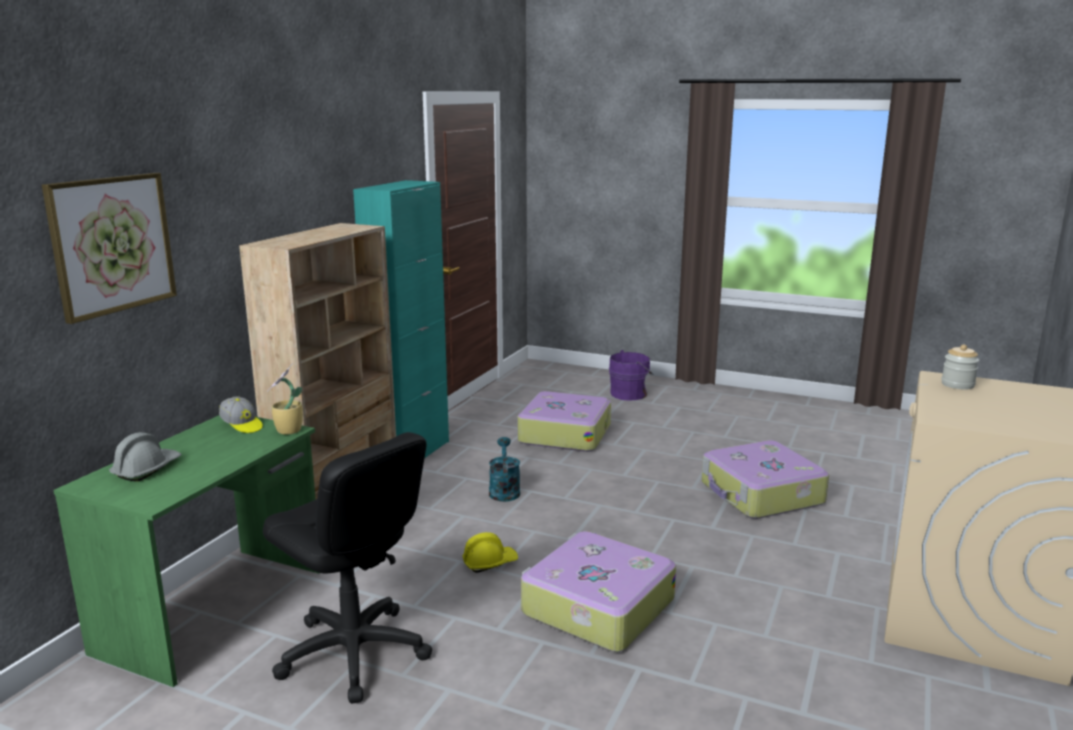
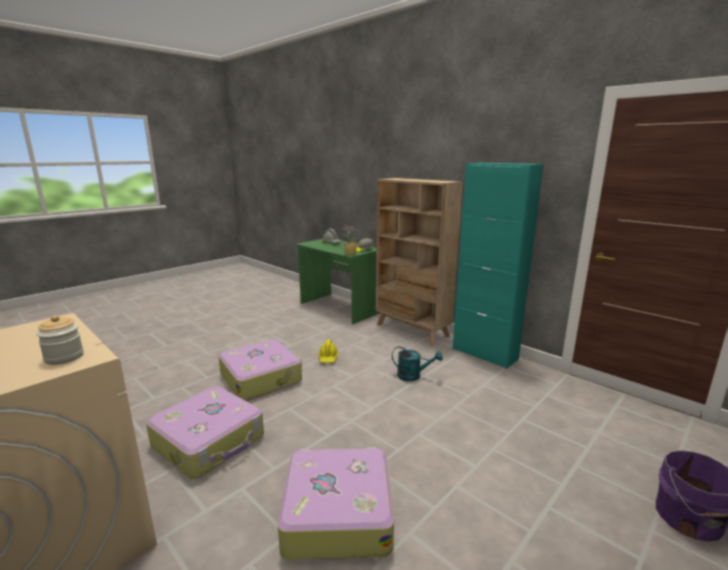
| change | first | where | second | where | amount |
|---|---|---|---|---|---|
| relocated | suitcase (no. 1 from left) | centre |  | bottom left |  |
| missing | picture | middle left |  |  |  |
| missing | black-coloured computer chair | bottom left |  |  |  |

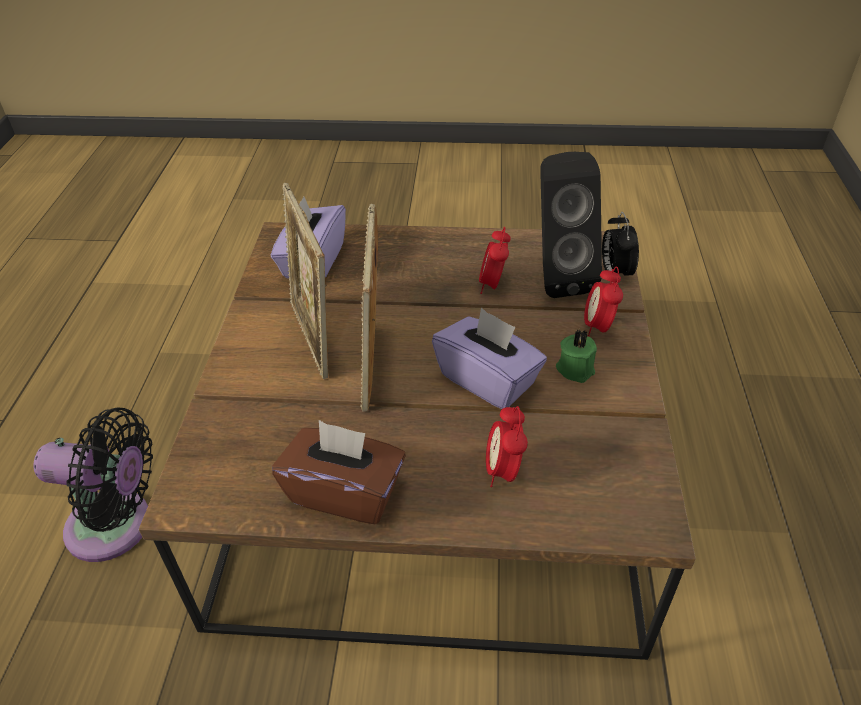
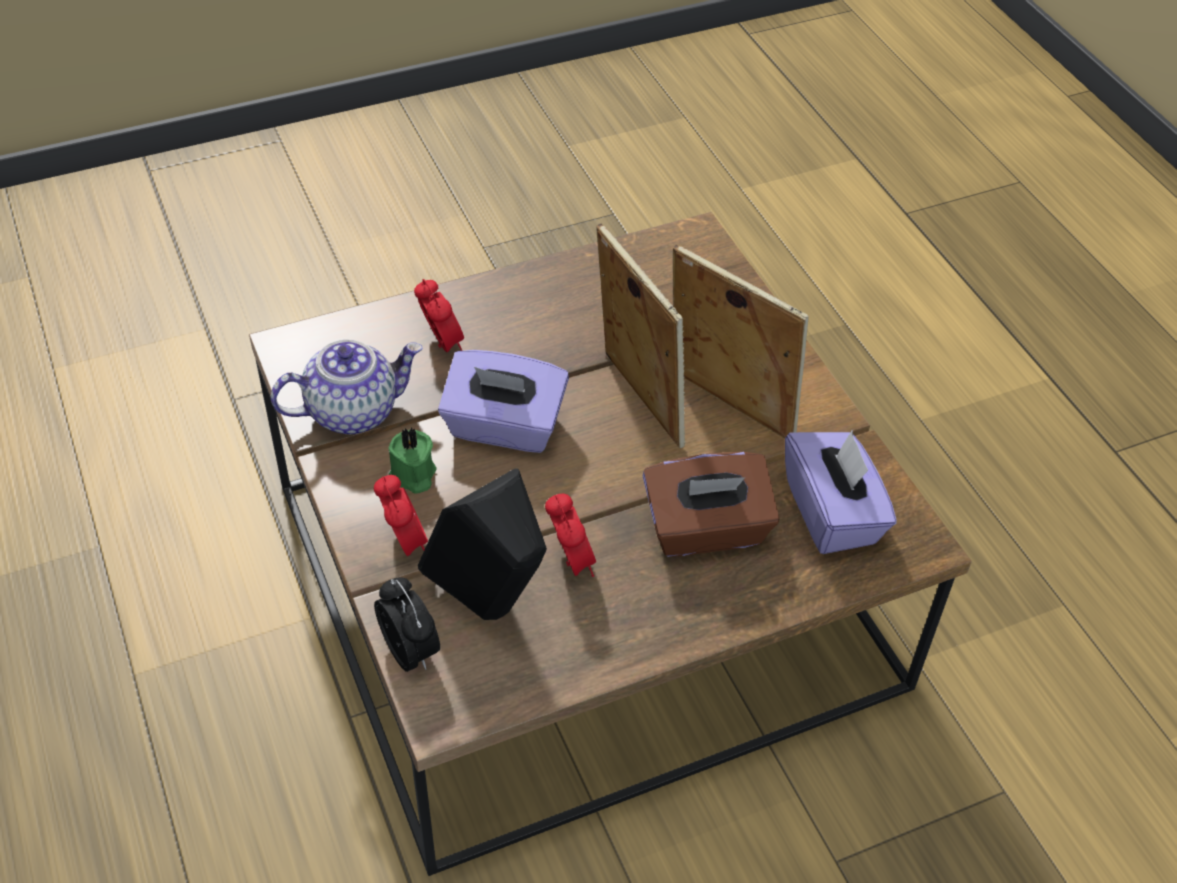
| change | first | where | second | where | amount |
|---|---|---|---|---|---|
| appeared |  |  | tea pot | middle left |  |
| relocated | brown box of tissues | bottom centre |  | centre |  |
| missing | black-coloured fan | bottom left |  |  |  |

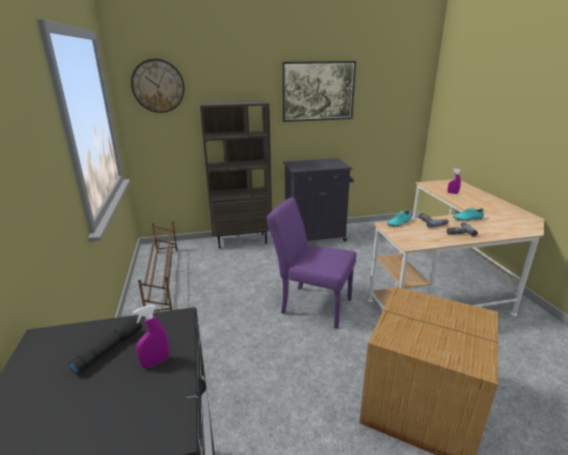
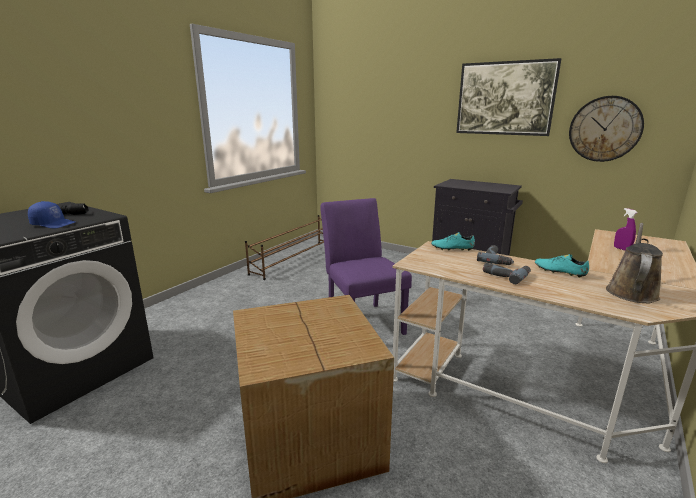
| change | first | where | second | where | amount |
|---|---|---|---|---|---|
| exchanged | purple-coloured sprayer (no. 1 from left) | bottom left | blue-coloured baseball cap | middle left |  |
| relocated | wall clock | top left |  | top right |  |
| appeared |  |  | brown watering pot | middle right |  |
| missing | brown shelving unit | centre |  |  |  |

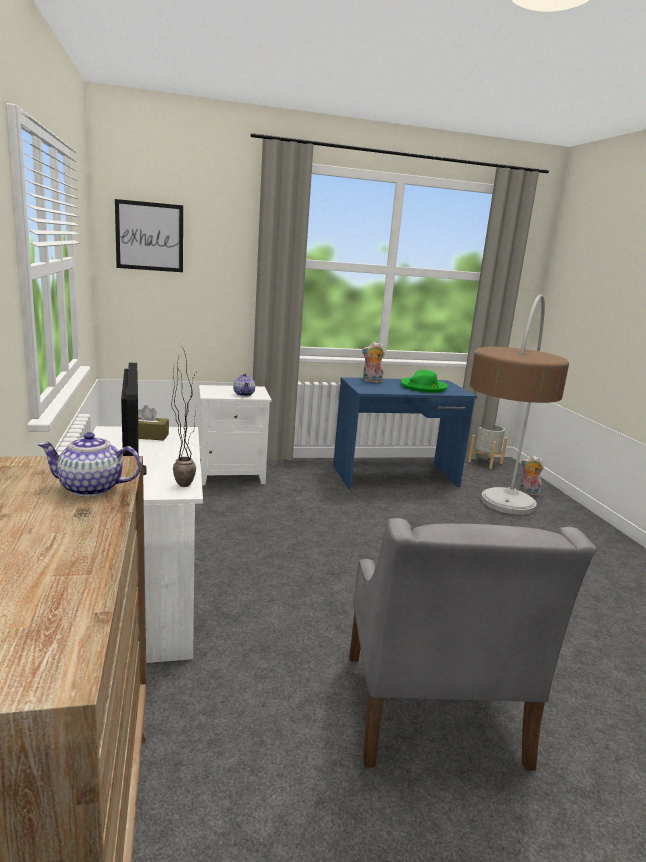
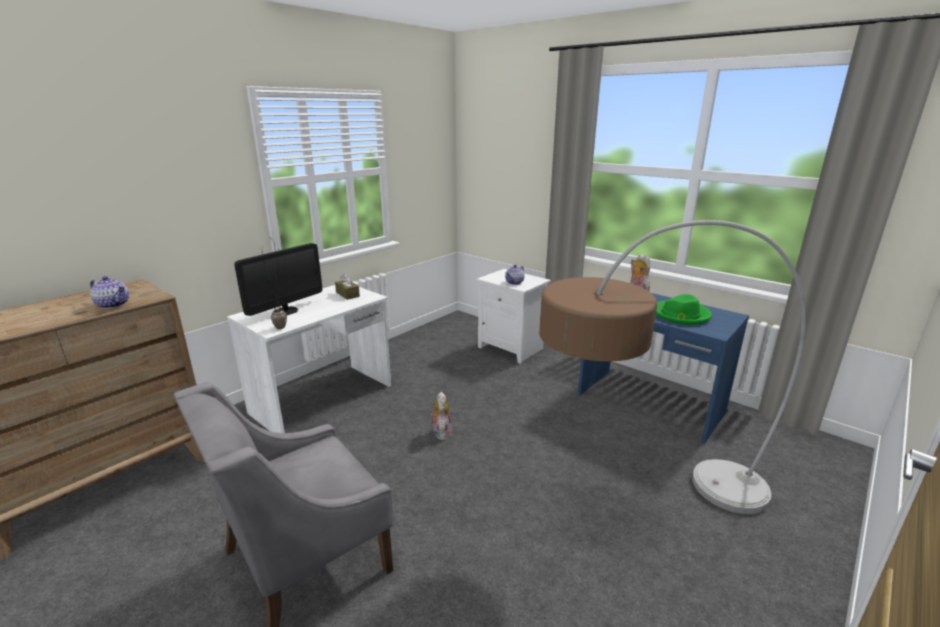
| change | first | where | second | where | amount |
|---|---|---|---|---|---|
| spun | tea pot (no. 1 from left) | middle left |  | middle left | 150 degrees clockwise |
| relocated | plush toy (no. 2 from left in the first image) | middle right | plush toy (no. 1 from left) | centre |  |
| missing | picture | top left |  |  |  |
| missing | gray planter | middle right |  |  |  |

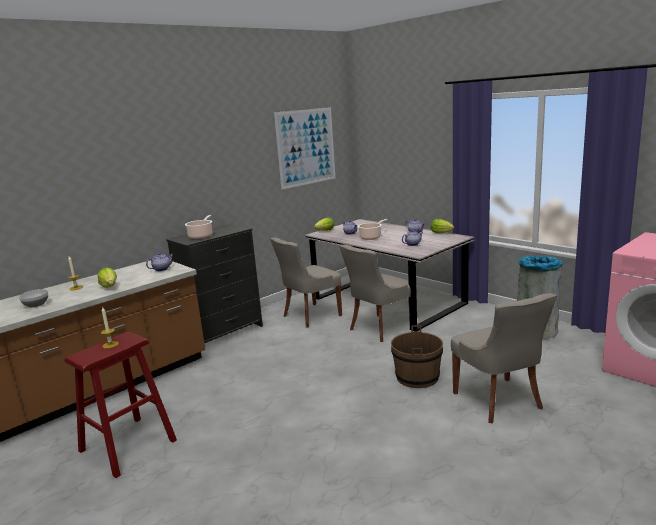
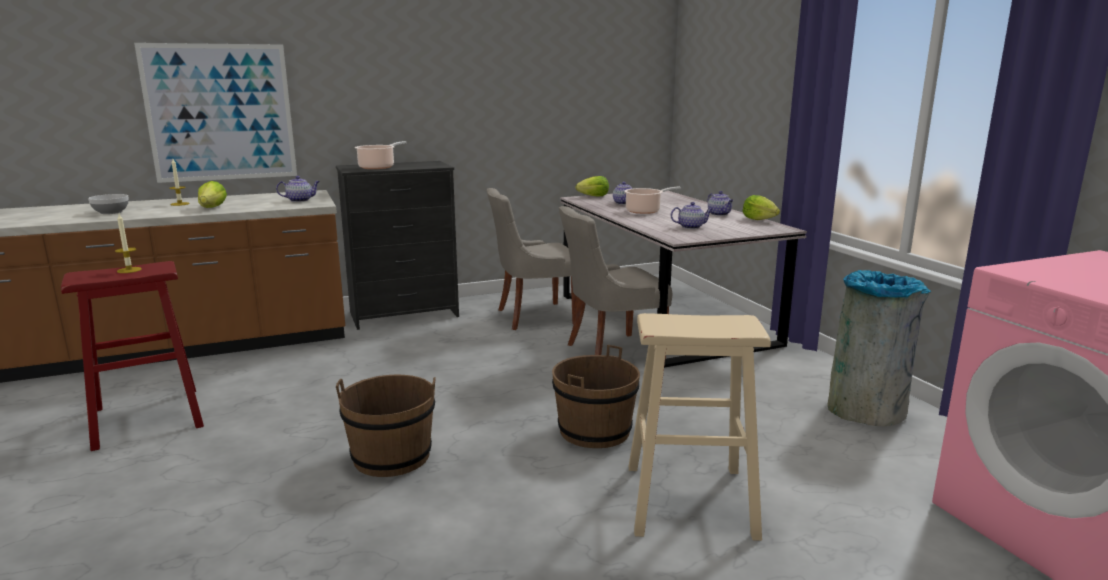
| change | first | where | second | where | amount |
|---|---|---|---|---|---|
| relocated | picture | top centre |  | top left |  |
| appeared |  |  | brown bucket (no. 1 from left) | bottom centre |  |
| exchanged | gray chair (no. 3 from left) | bottom right | sand-coloured sitting stool | bottom centre |  |

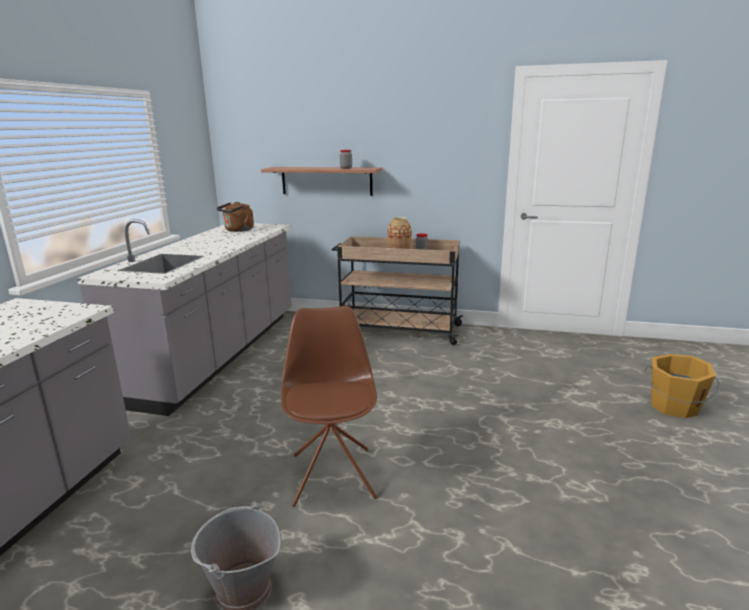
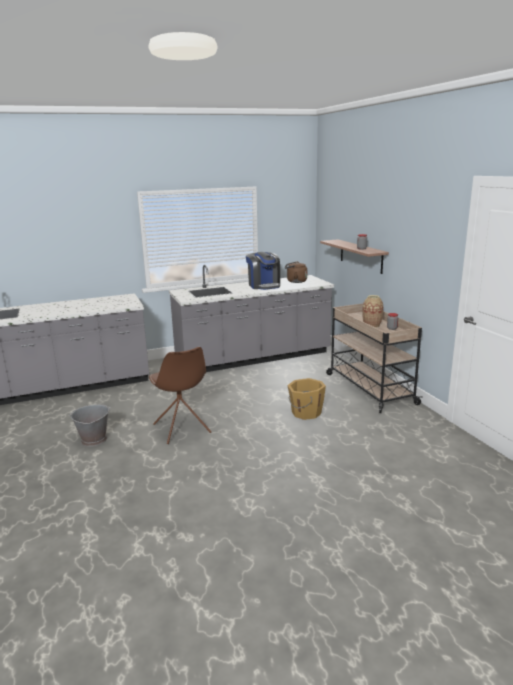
| change | first | where | second | where | amount |
|---|---|---|---|---|---|
| spun | brown chair | centre |  | centre | 105 degrees clockwise |
| appeared |  |  | coffee machine | centre |  |
| relocated | orange bucket | middle right |  | centre |  |

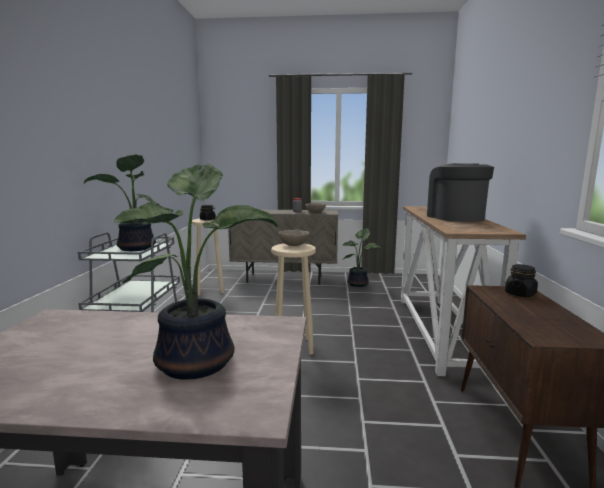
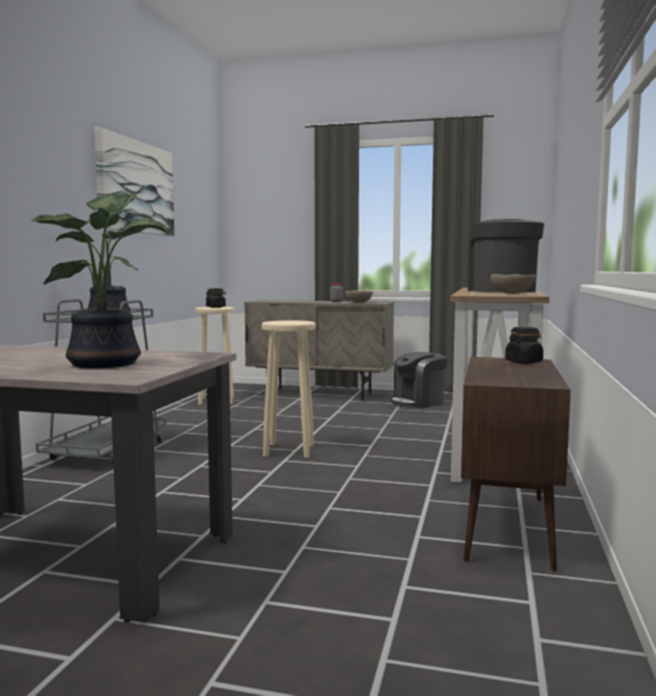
| change | first | where | second | where | amount |
|---|---|---|---|---|---|
| appeared |  |  | picture | top left |  |
| exchanged | potted plant (no. 3 from left) | centre | coffee machine (no. 1 from left) | centre |  |
| relocated | sand-coloured serving bowl (no. 1 from left in the first image) | centre | sand-coloured serving bowl (no. 2 from left) | middle right |  |

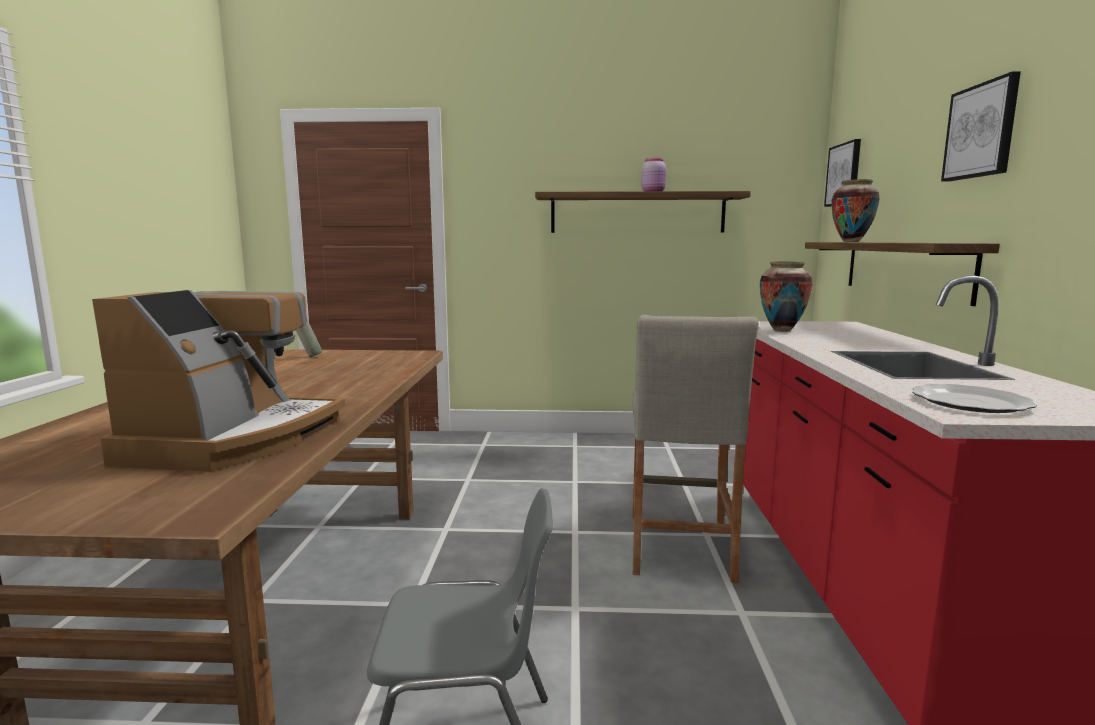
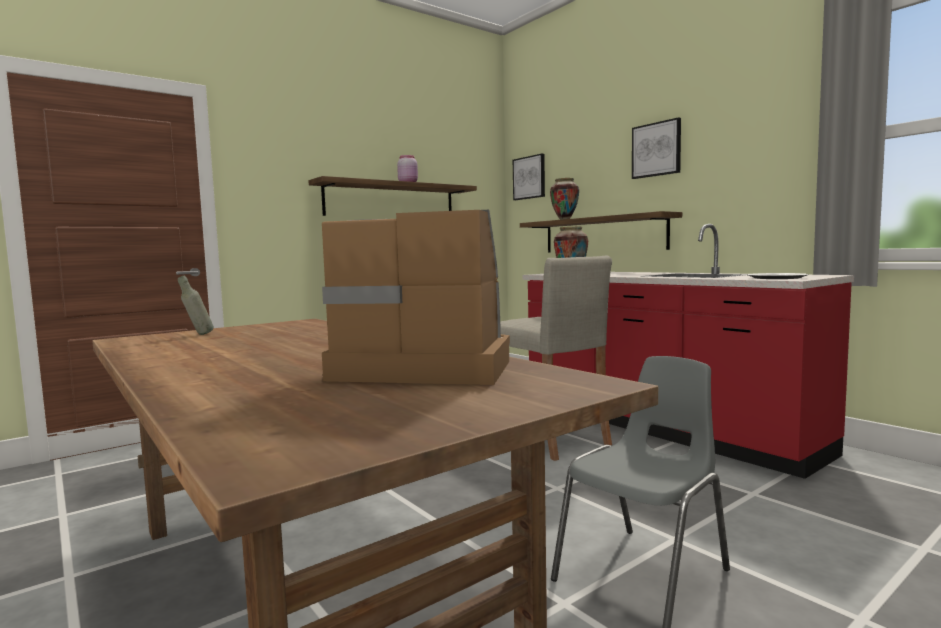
| change | first | where | second | where | amount |
|---|---|---|---|---|---|
| spun | coffee machine | middle left |  | centre | 45 degrees counterclockwise |

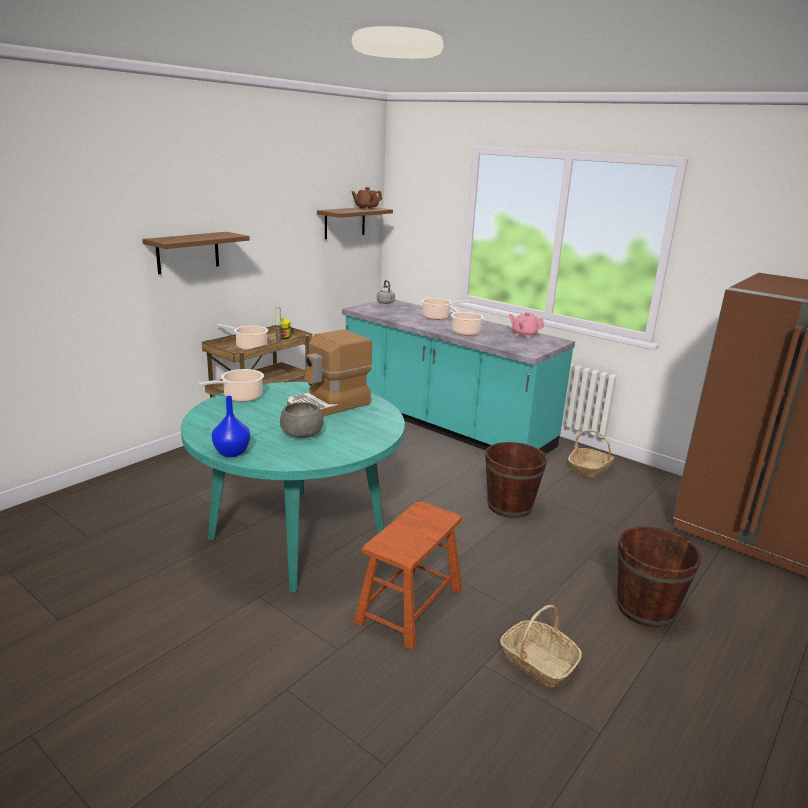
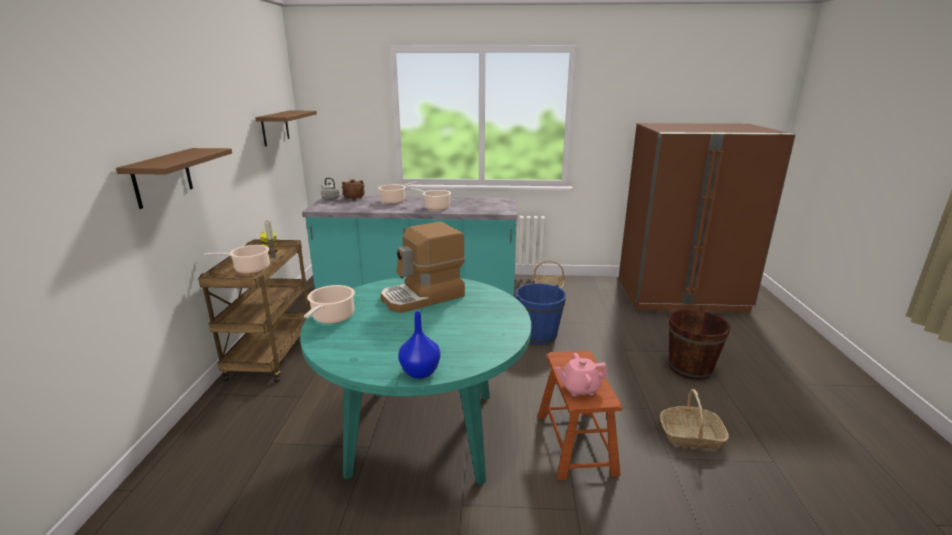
| change | first | where | second | where | amount |
|---|---|---|---|---|---|
| relocated | brown tea pot | top centre |  | centre |  |
| spun | coffee machine | centre |  | centre | 45 degrees clockwise |
| colour | brown bucket (no. 1 from left) | centre | blue-coloured bucket | centre |  |
| relocated | pink tea pot | centre |  | bottom centre |  |
| missing | gray serving bowl | centre |  |  |  |

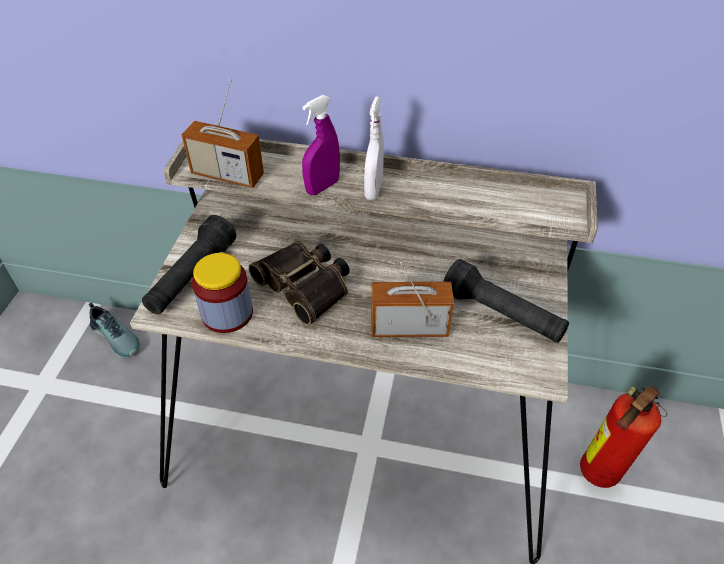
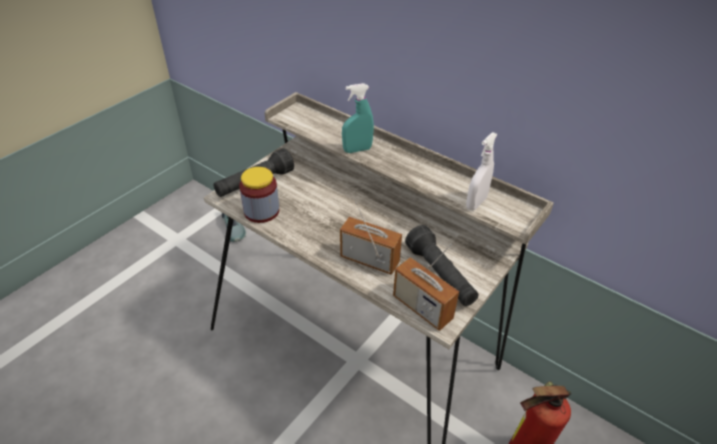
| change | first | where | second | where | amount |
|---|---|---|---|---|---|
| colour | purple-coloured sprayer | top centre | turquoise-coloured sprayer | top centre |  |
| relocated | radio (no. 1 from left in the first image) | top left | radio (no. 2 from left) | centre |  |
| relocated | white-coloured sprayer | top centre |  | middle right |  |
| missing | field glasses | centre |  |  |  |

